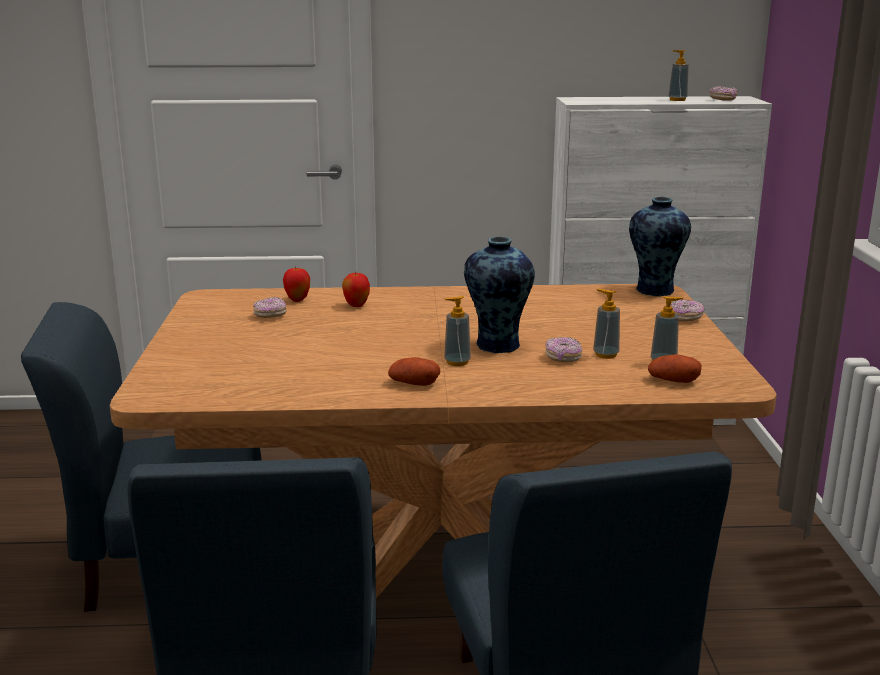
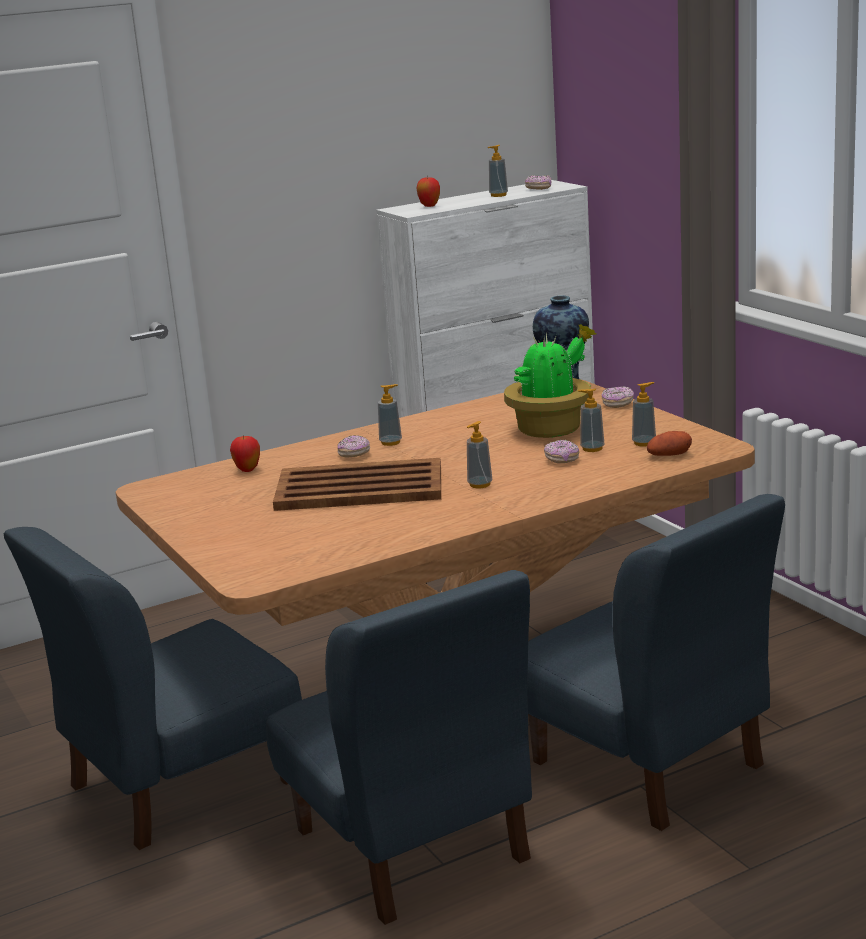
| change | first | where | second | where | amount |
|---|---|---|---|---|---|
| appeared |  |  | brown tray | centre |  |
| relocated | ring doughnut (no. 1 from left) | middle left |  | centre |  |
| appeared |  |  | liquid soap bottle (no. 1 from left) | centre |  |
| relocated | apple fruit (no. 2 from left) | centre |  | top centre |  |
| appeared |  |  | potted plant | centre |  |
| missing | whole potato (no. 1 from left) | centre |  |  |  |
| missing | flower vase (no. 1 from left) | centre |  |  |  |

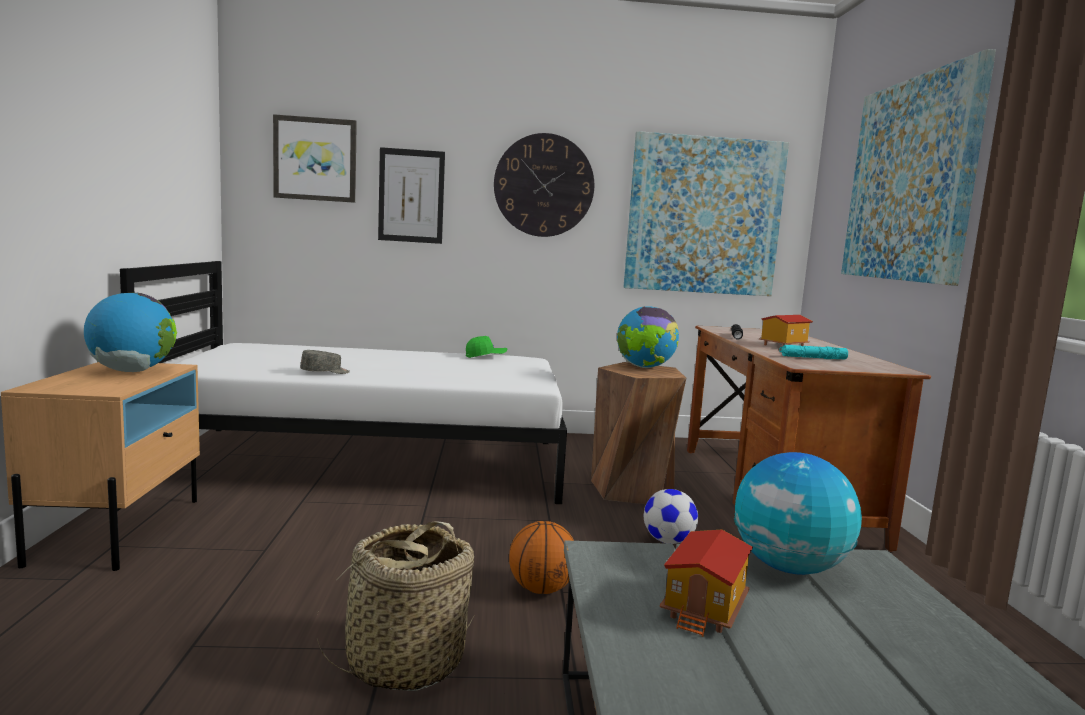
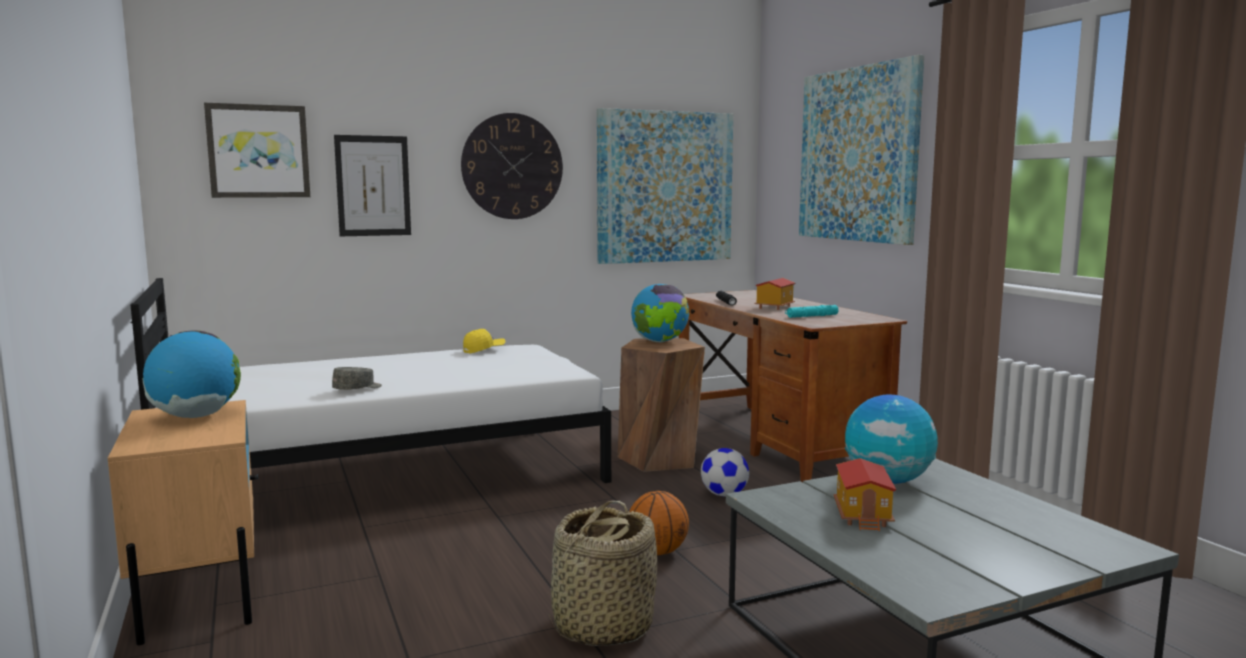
| change | first | where | second | where | amount |
|---|---|---|---|---|---|
| colour | green-coloured baseball cap | centre | yellowish baseball cap | centre |  |

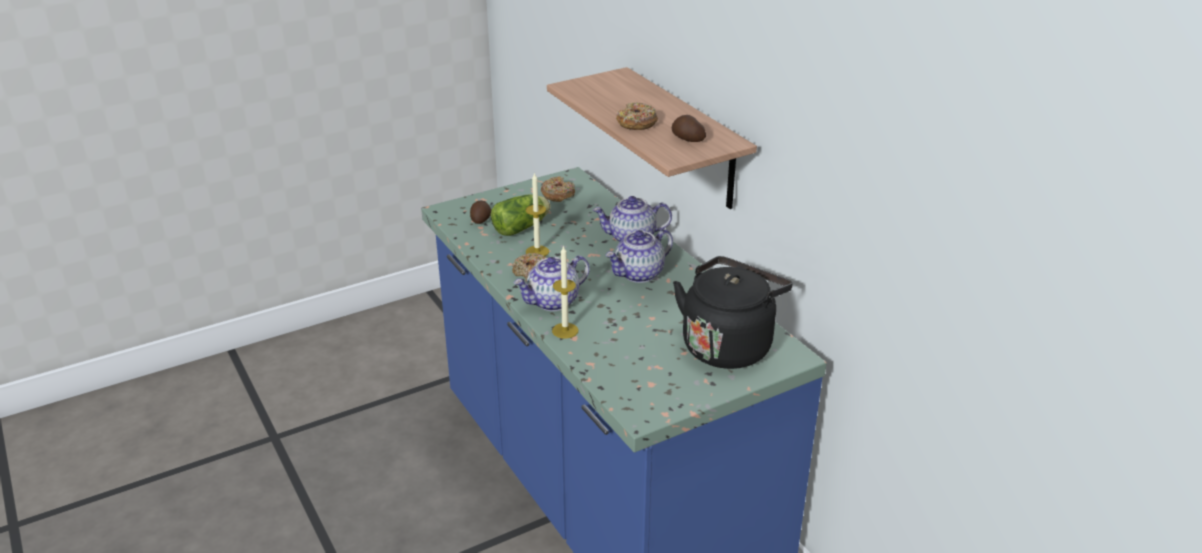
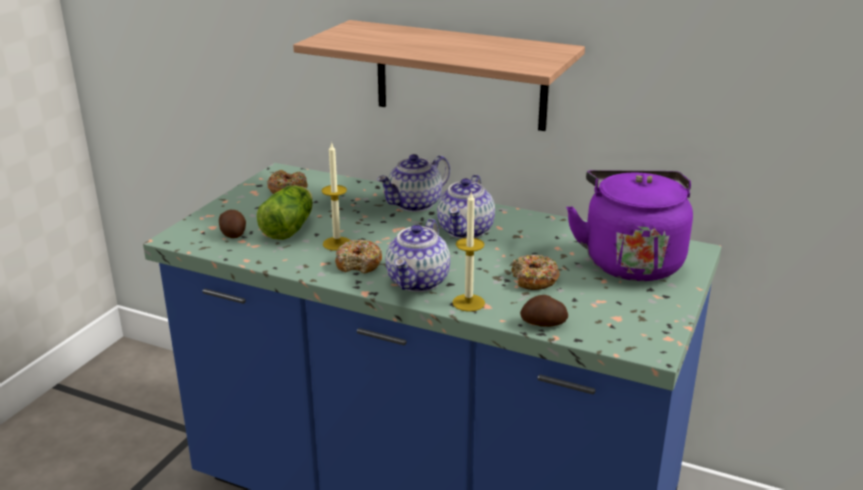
| change | first | where | second | where | amount |
|---|---|---|---|---|---|
| relocated | ring doughnut (no. 3 from left) | top centre |  | centre |  |
| relocated | whole potato (no. 2 from left) | top centre |  | centre |  |
| colour | black-coloured tea kettle | centre | purple-coloured tea kettle | middle right |  |

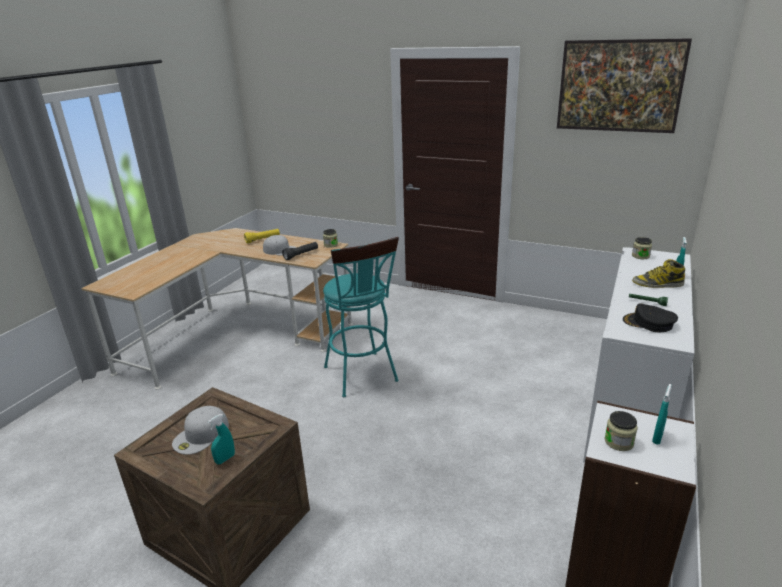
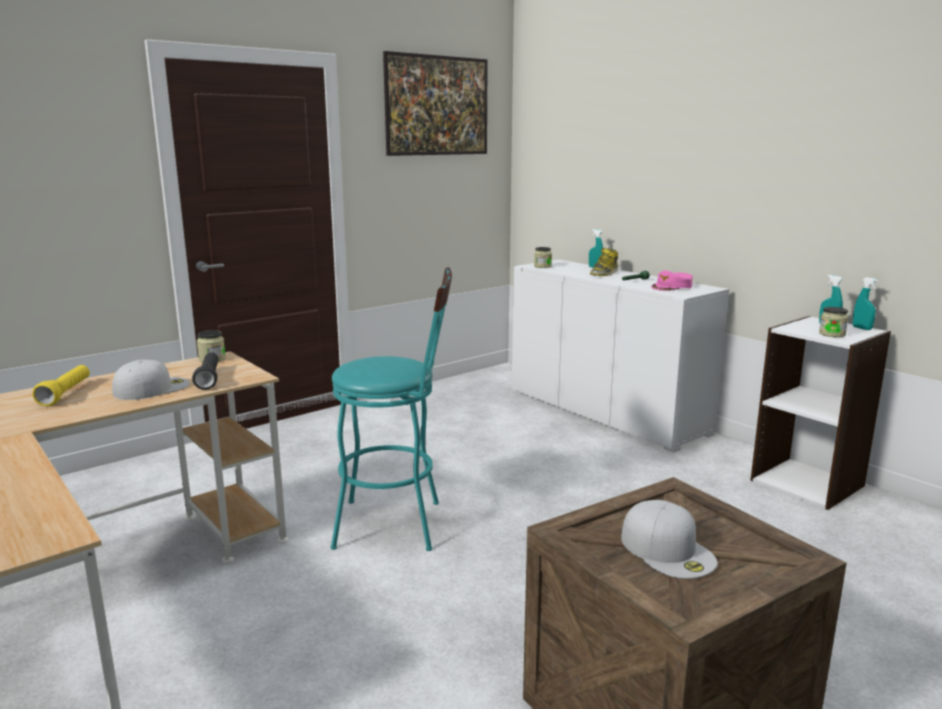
| change | first | where | second | where | amount |
|---|---|---|---|---|---|
| colour | black-coloured baseball cap | middle right | pink baseball cap | middle right |  |
| relocated | turquoise-coloured sprayer (no. 1 from left in the first image) | bottom left | turquoise-coloured sprayer (no. 3 from left) | middle right |  |

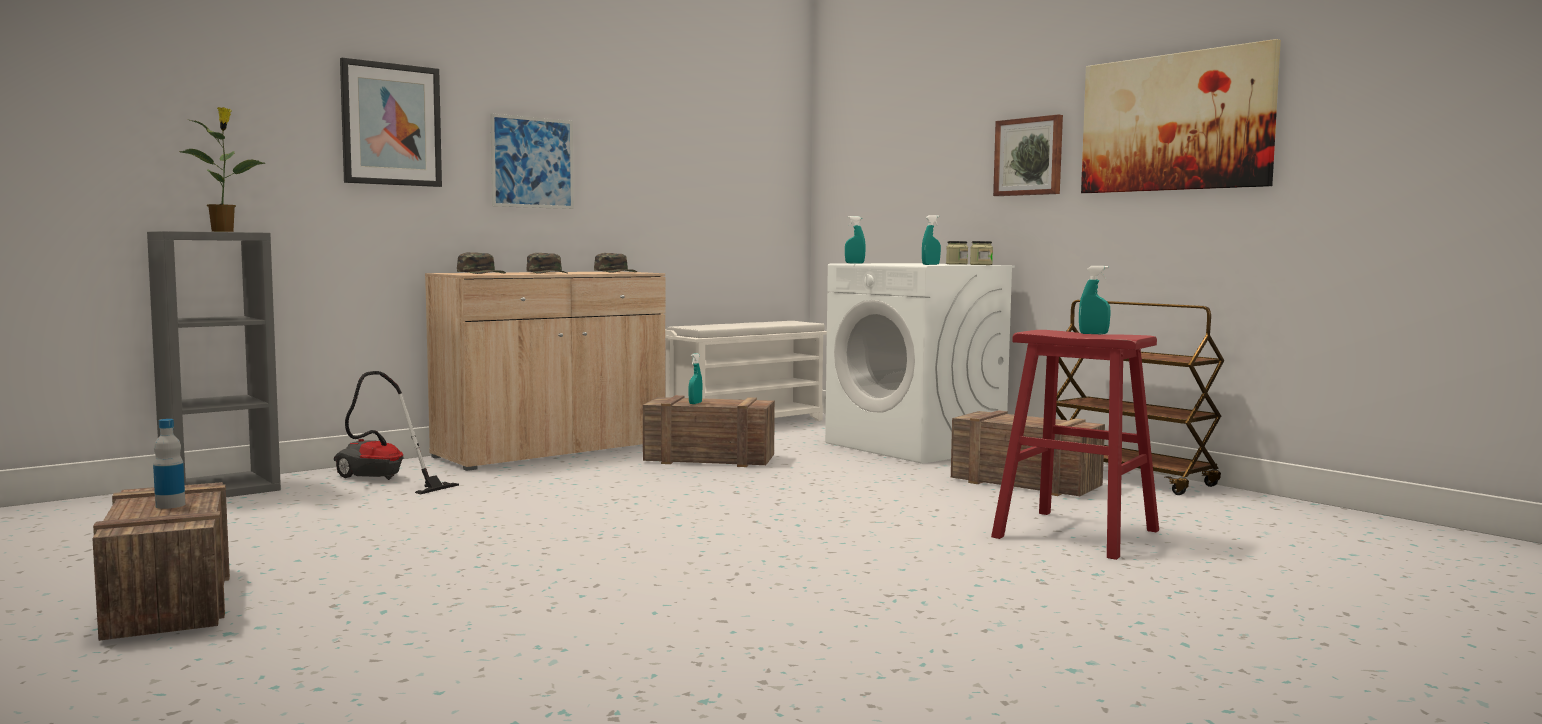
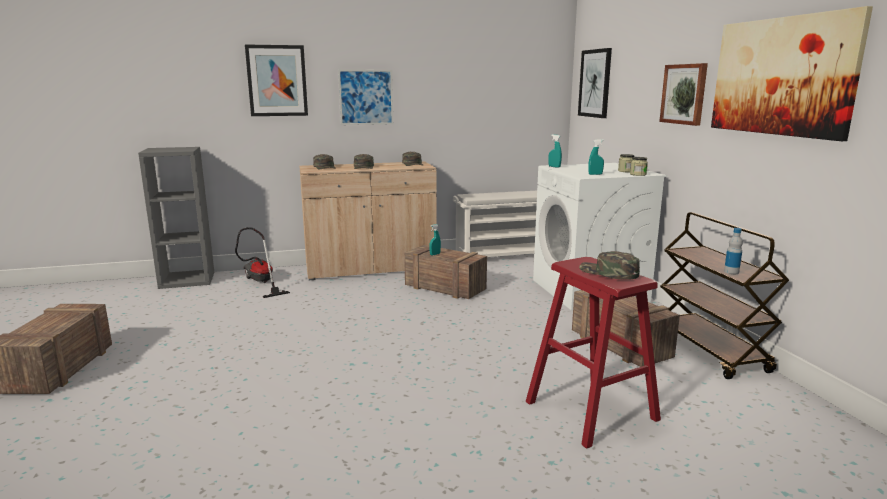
| change | first | where | second | where | amount |
|---|---|---|---|---|---|
| appeared |  |  | picture (no. 3 from left) | top right |  |
| exchanged | turquoise-coloured sprayer (no. 4 from left) | middle right | green-coloured baseball cap (no. 4 from left) | middle right |  |
| relocated | drink bottle | middle left |  | middle right |  |
| missing | potted plant | top left |  |  |  |

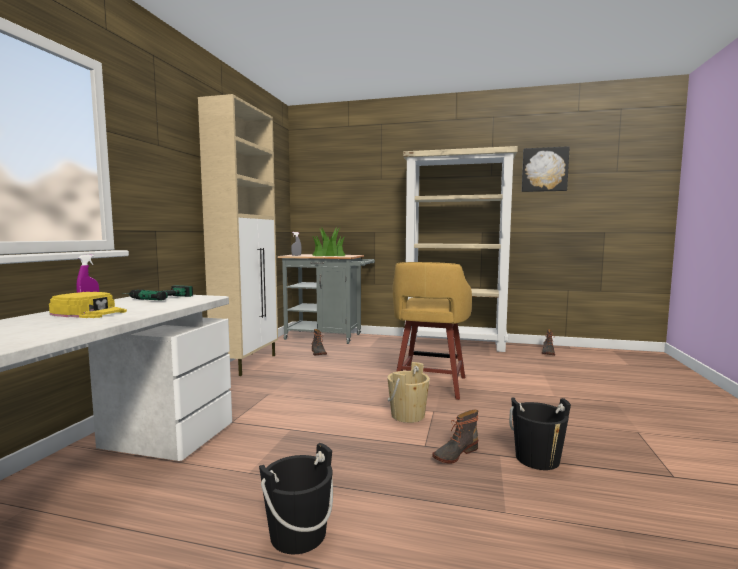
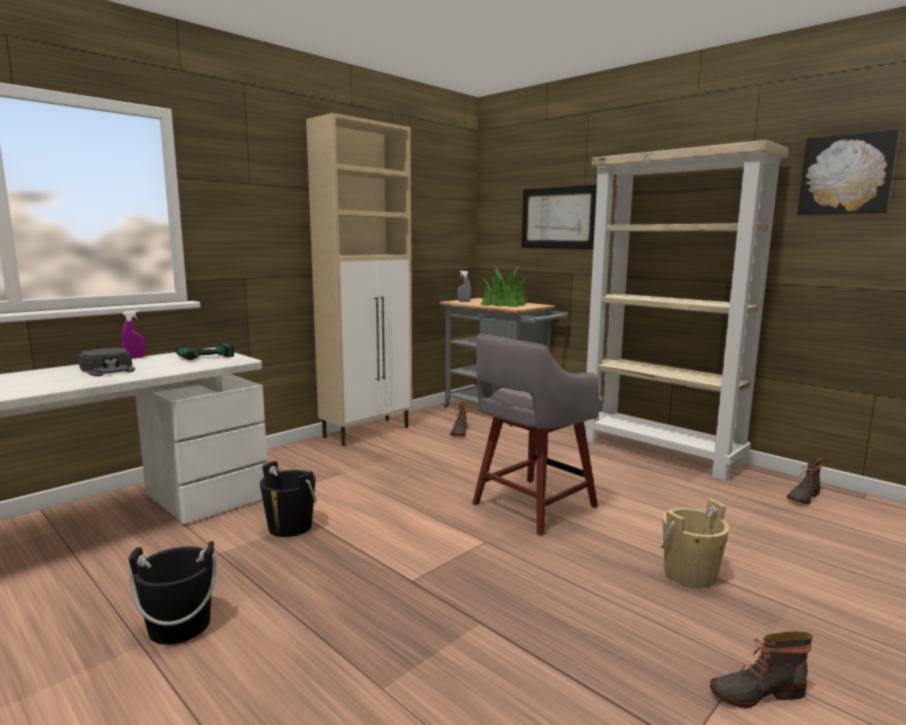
| change | first | where | second | where | amount |
|---|---|---|---|---|---|
| colour | yellowish baseball cap | middle left | black-coloured baseball cap | middle left |  |
| relocated | black-coloured bucket (no. 2 from left) | bottom right |  | bottom left |  |
| colour | yellowish sitting stool | centre | gray sitting stool | centre |  |
| appeared |  |  | picture (no. 1 from left) | top centre |  |
| relocated | sand-coloured bucket | bottom centre |  | bottom right |  |
| relocated | high-top boot (no. 2 from left) | bottom centre |  | bottom right |  |

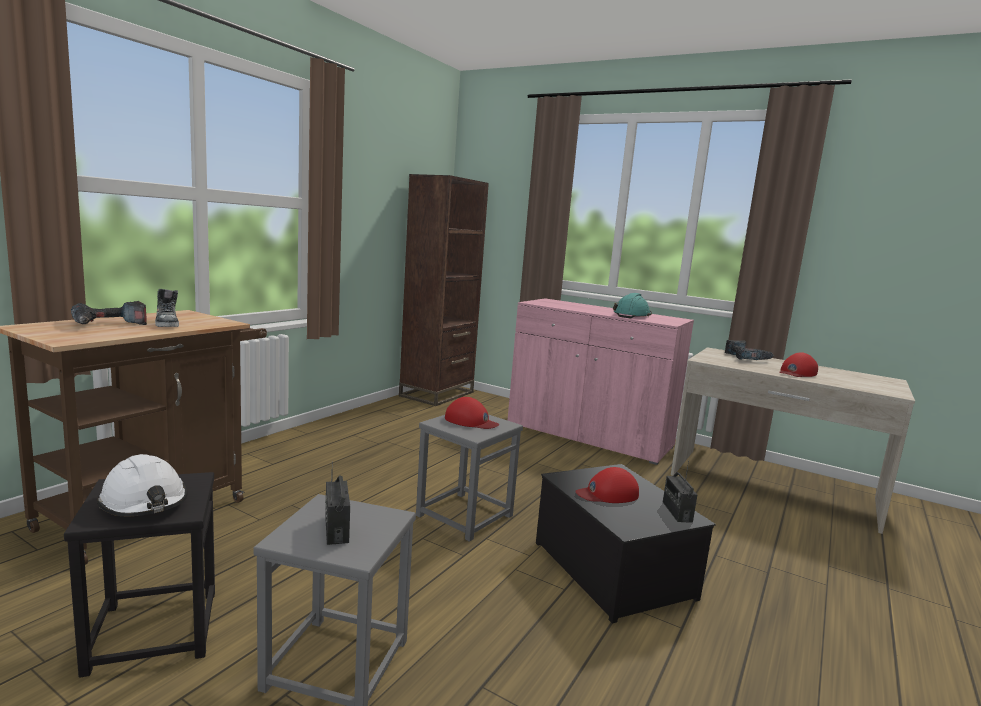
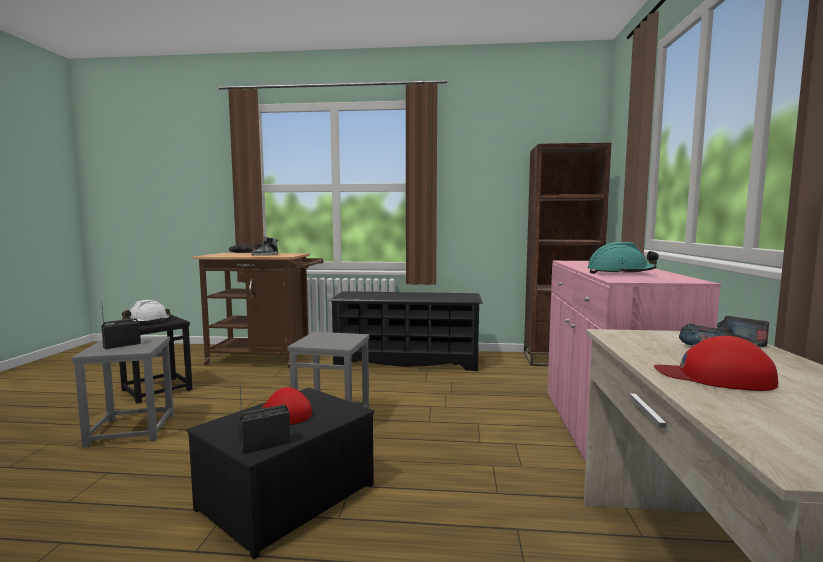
| change | first | where | second | where | amount |
|---|---|---|---|---|---|
| appeared |  |  | black-coloured shoe shelf | centre |  |
| missing | red-coloured baseball cap (no. 1 from left) | centre |  |  |  |

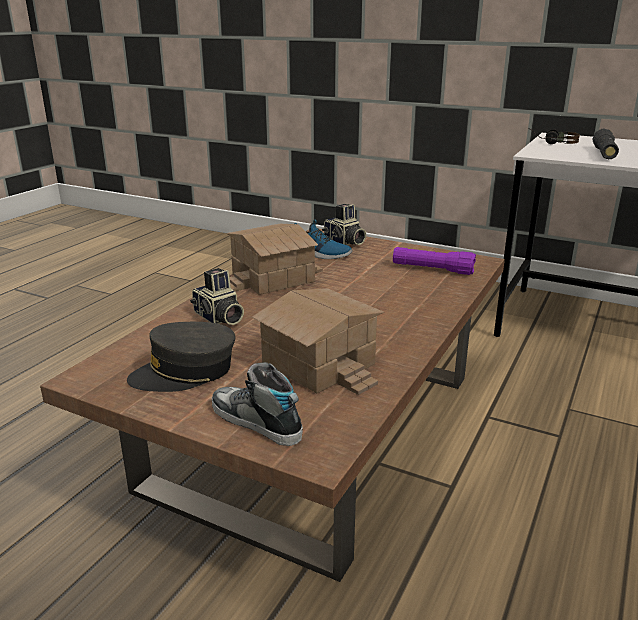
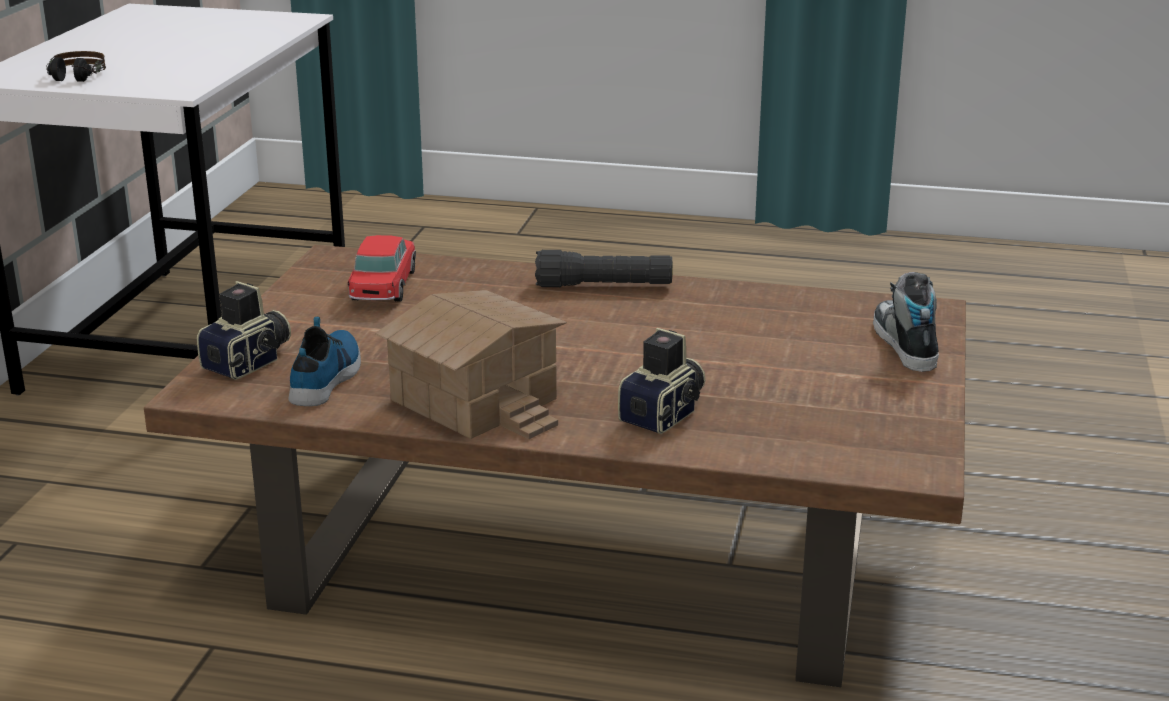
| change | first | where | second | where | amount |
|---|---|---|---|---|---|
| exchanged | purple-coloured flashlight | middle right | miniature car | middle left |  |
| relocated | black-coloured flashlight | top right |  | centre |  |
| spun | item of footwear (no. 1 from left in the first image) | centre | item of footwear (no. 2 from left) | middle right | 150 degrees clockwise |
| missing | gray baseball cap | middle left |  |  |  |
| missing | toy house (no. 2 from left) | centre |  |  |  |

